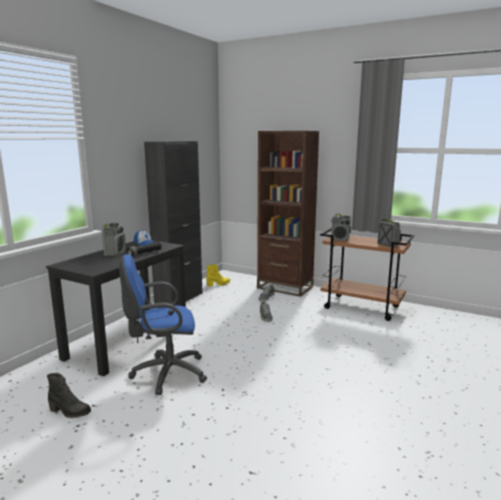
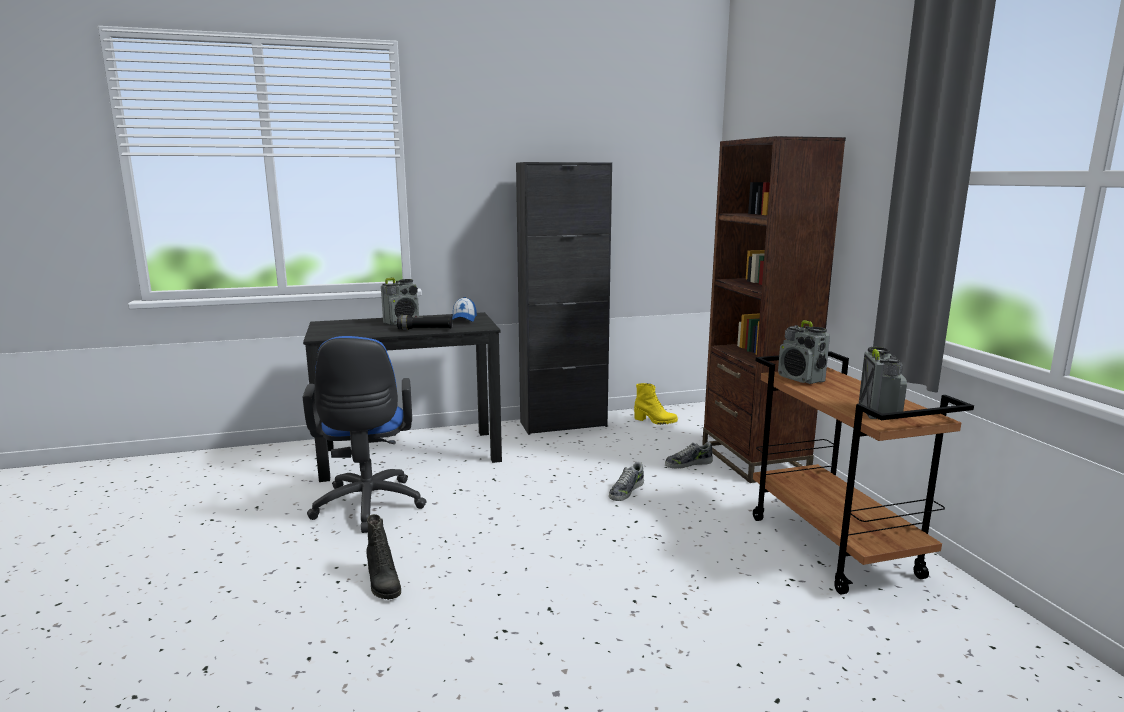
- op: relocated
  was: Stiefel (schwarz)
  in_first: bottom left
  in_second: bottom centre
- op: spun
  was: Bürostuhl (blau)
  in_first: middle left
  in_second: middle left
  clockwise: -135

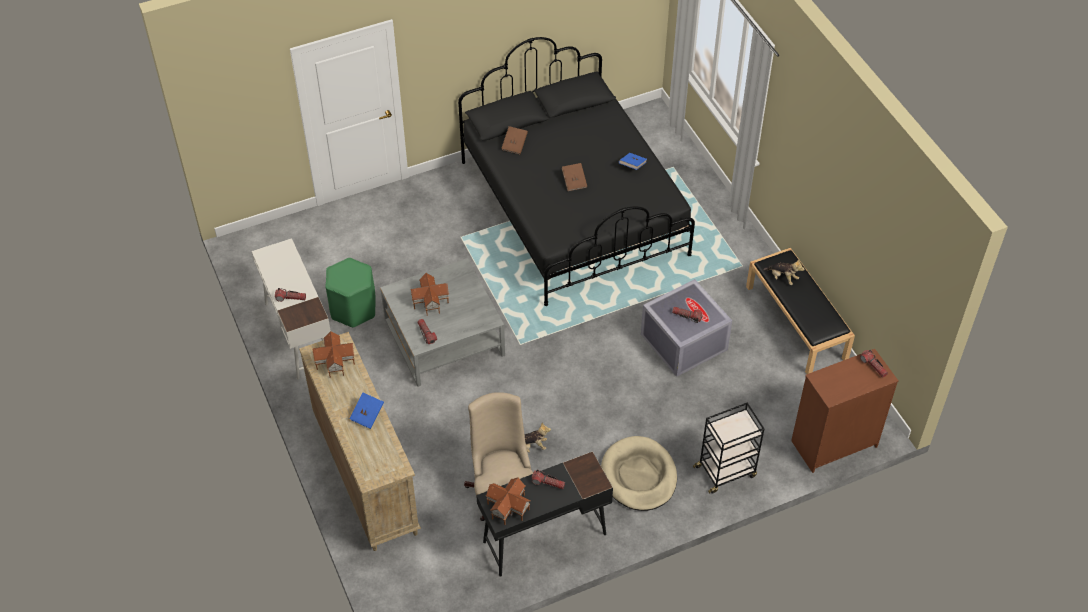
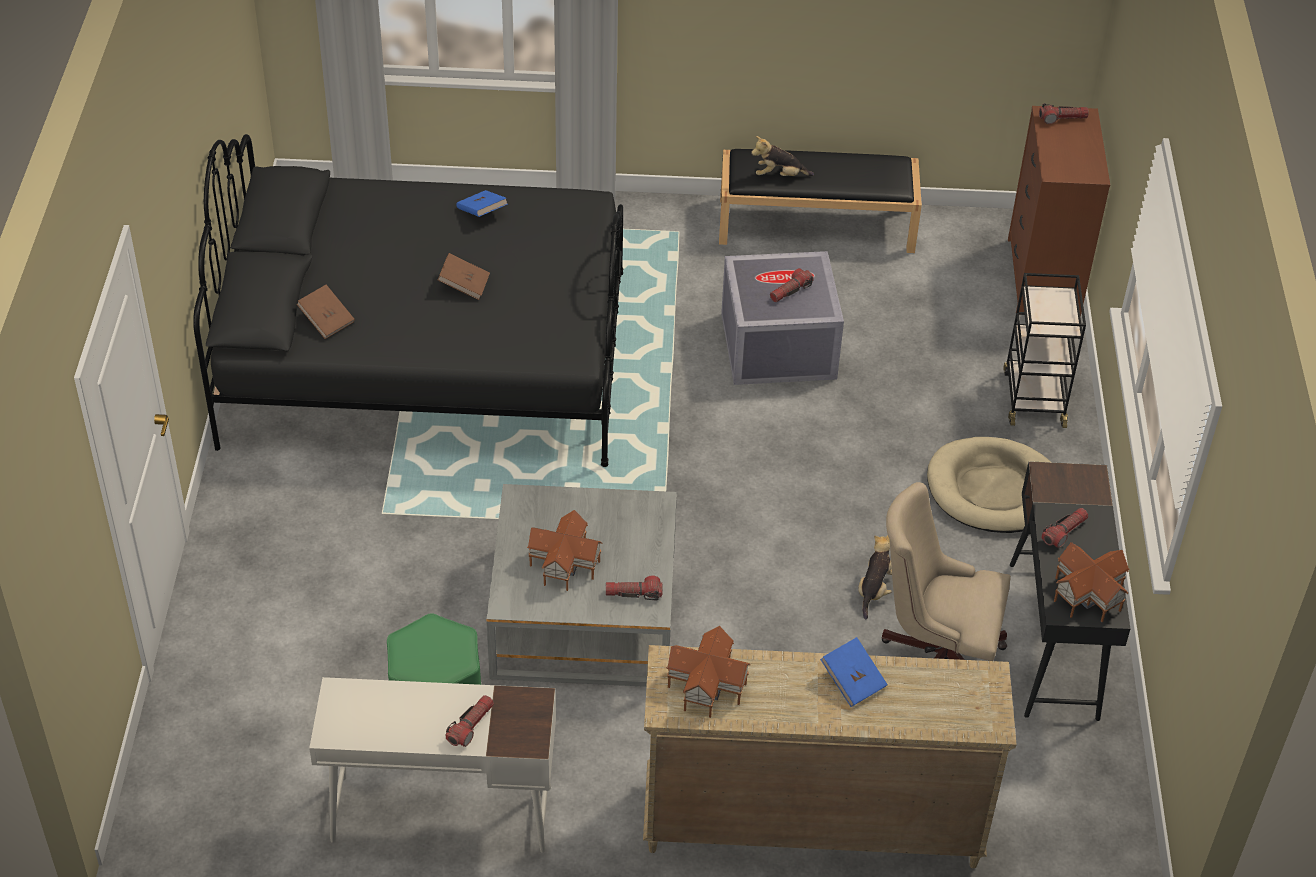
- op: spun
  was: Plüschtier (no. 2 from left in the first image)
  in_first: middle right
  in_second: top centre
  clockwise: -150

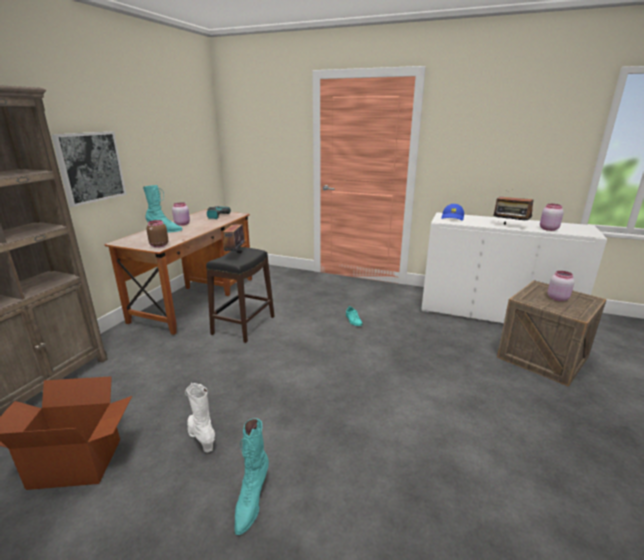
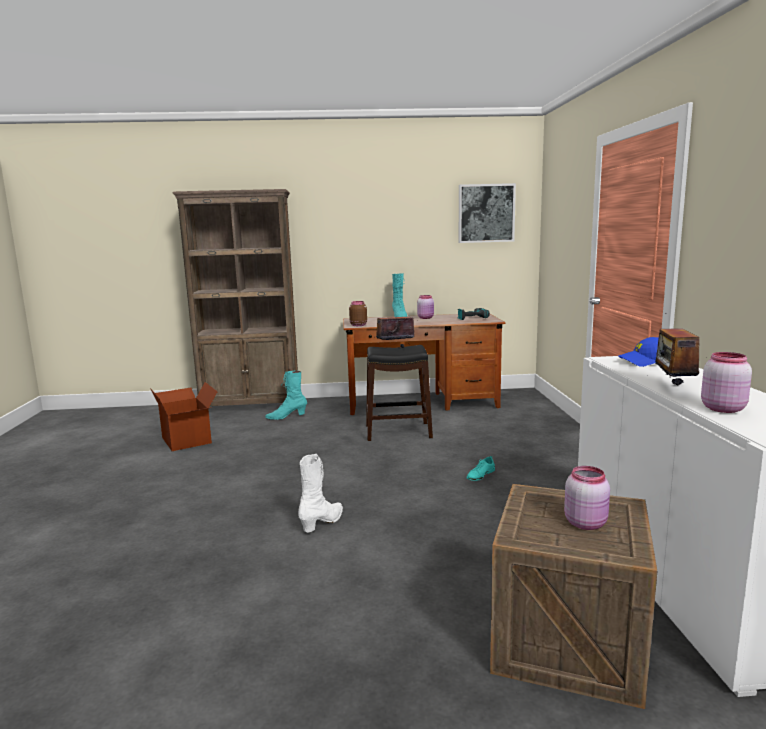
- op: relocated
  was: Bild
  in_first: top left
  in_second: top centre
- op: relocated
  was: Stiefel (weiß)
  in_first: bottom left
  in_second: bottom centre
- op: relocated
  was: Stiefel (türkis) (no. 2 from left in the first image)
  now: Stiefel (türkis) (no. 1 from left)
  in_first: bottom centre
  in_second: centre

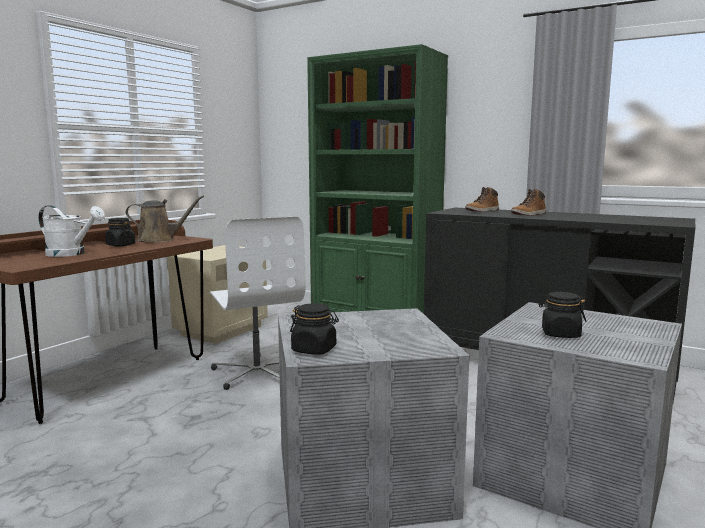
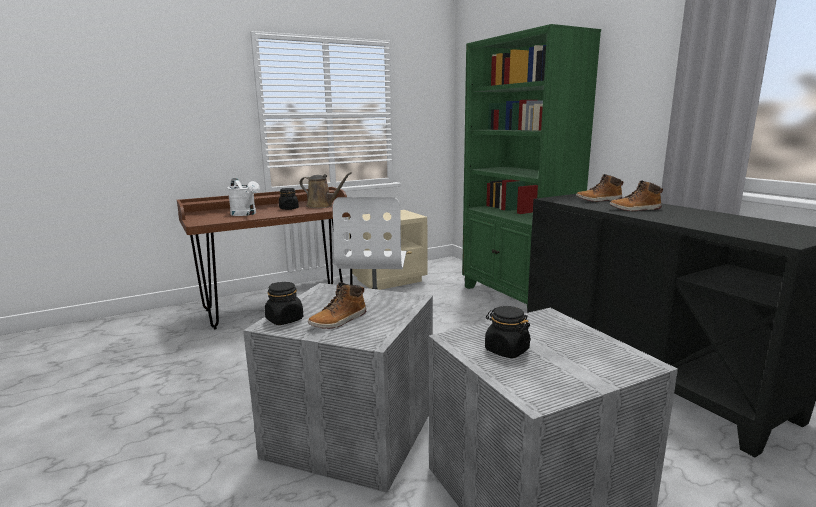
- op: appeared
  now: Stiefel (no. 1 from left)
  in_second: centre

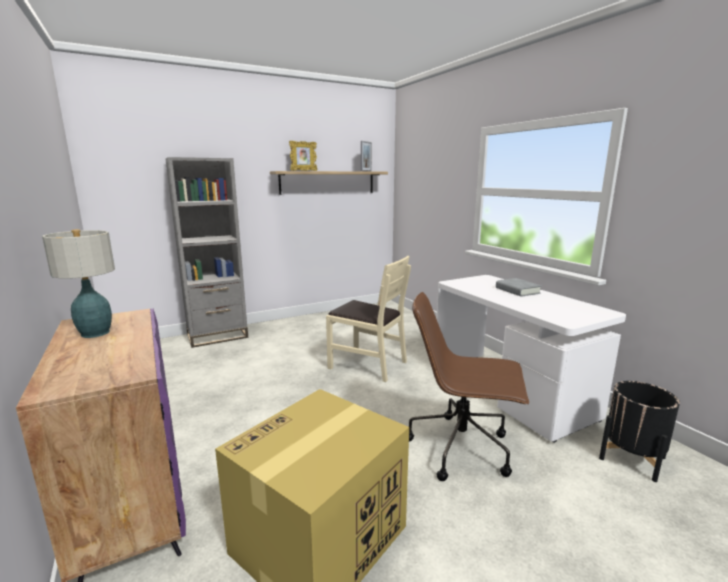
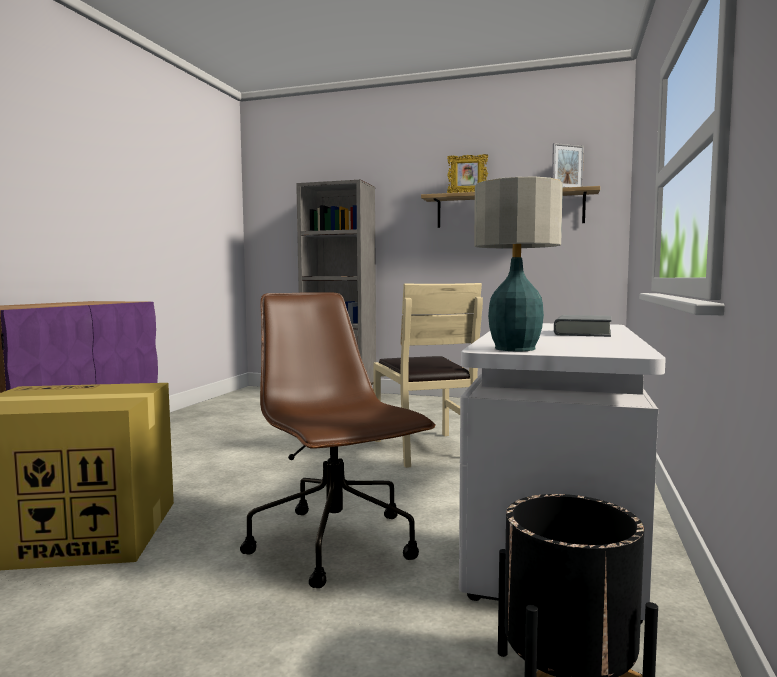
- op: relocated
  was: Tischlampe
  in_first: middle left
  in_second: middle right

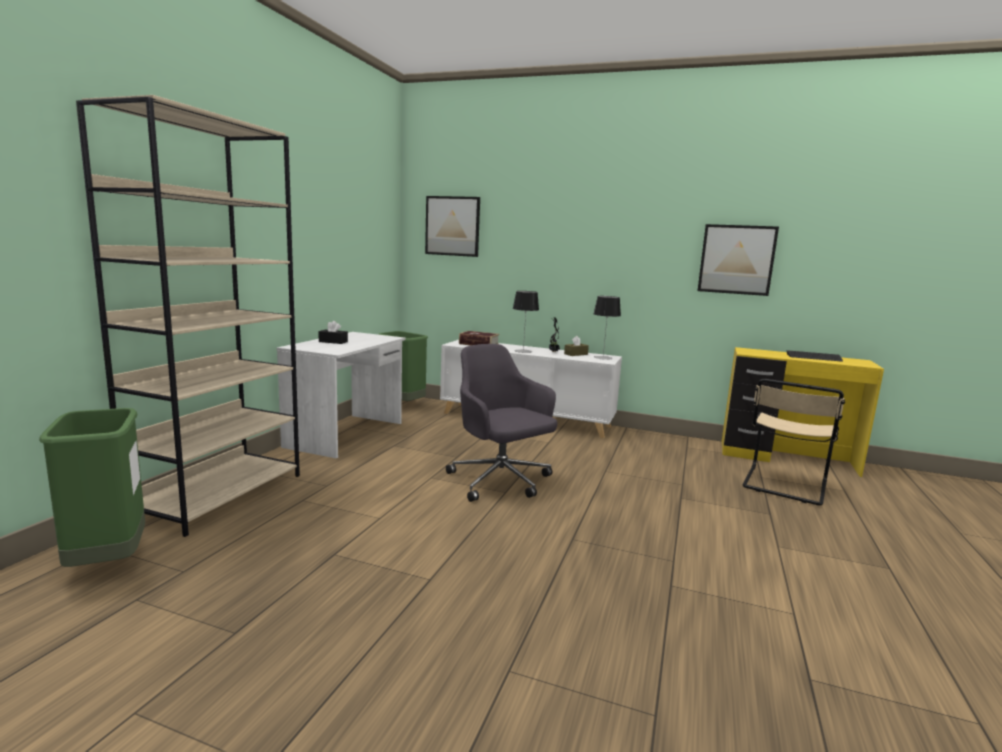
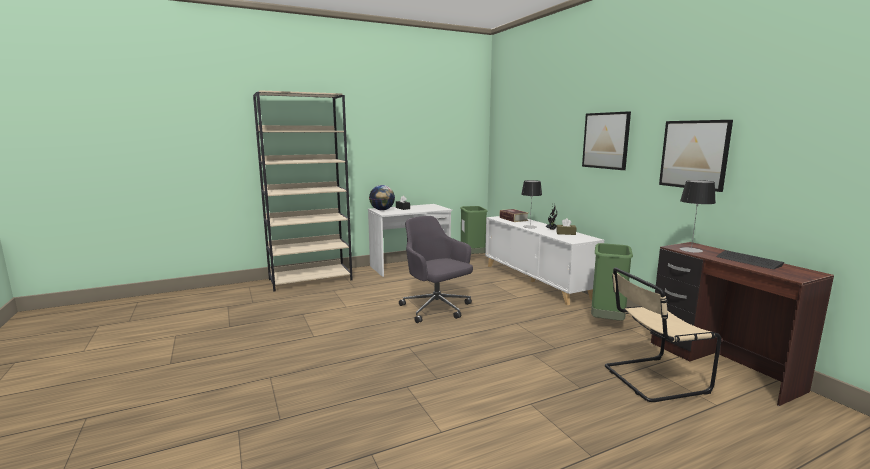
- op: appeared
  now: Globus
  in_second: centre
- op: relocated
  was: Mülleimer (grün) (no. 1 from left in the first image)
  now: Mülleimer (grün) (no. 2 from left)
  in_first: middle left
  in_second: middle right
- op: relocated
  was: Bild (no. 1 from left)
  in_first: top centre
  in_second: top right
- op: relocated
  was: Tischlampe (no. 2 from left)
  in_first: centre
  in_second: middle right
- op: colour
  was: Schreibtisch (gelb)
  now: Schreibtisch (braun)
  in_first: middle right
  in_second: bottom right
- op: spun
  was: Bürostuhl (grau)
  in_first: centre
  in_second: centre
  clockwise: -45

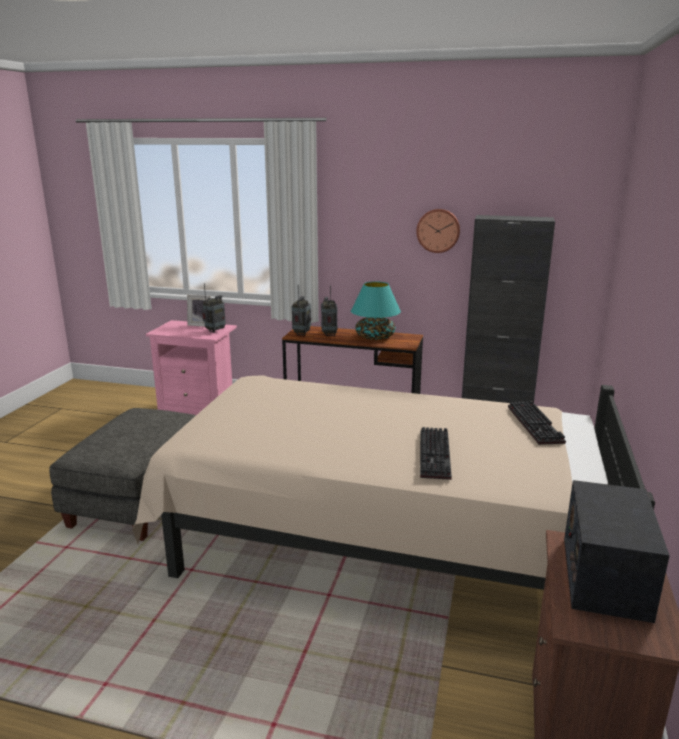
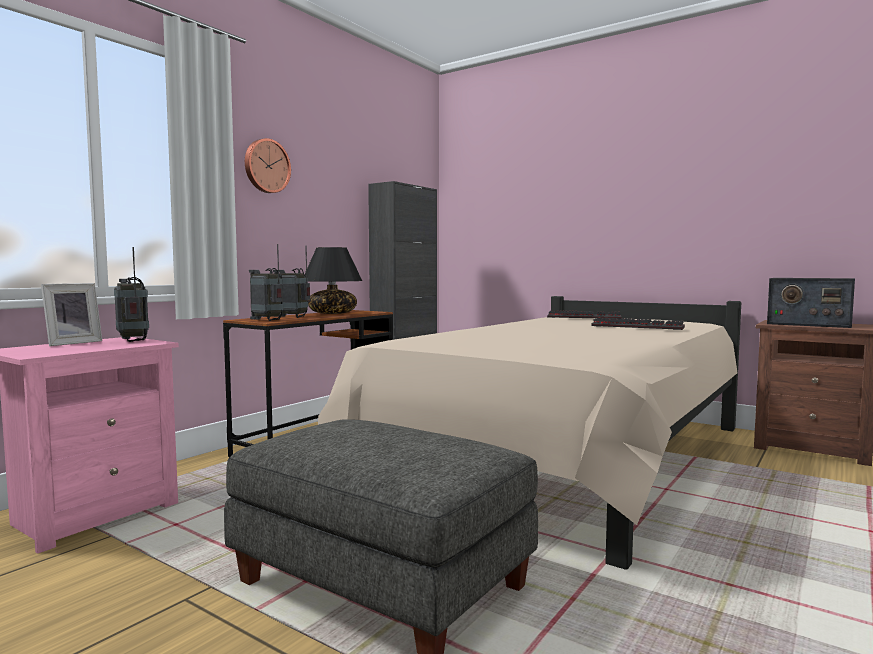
- op: relocated
  was: Wanduhr
  in_first: top centre
  in_second: top left
- op: colour
  was: Tischlampe (türkis)
  now: Tischlampe (schwarz)
  in_first: centre
  in_second: centre

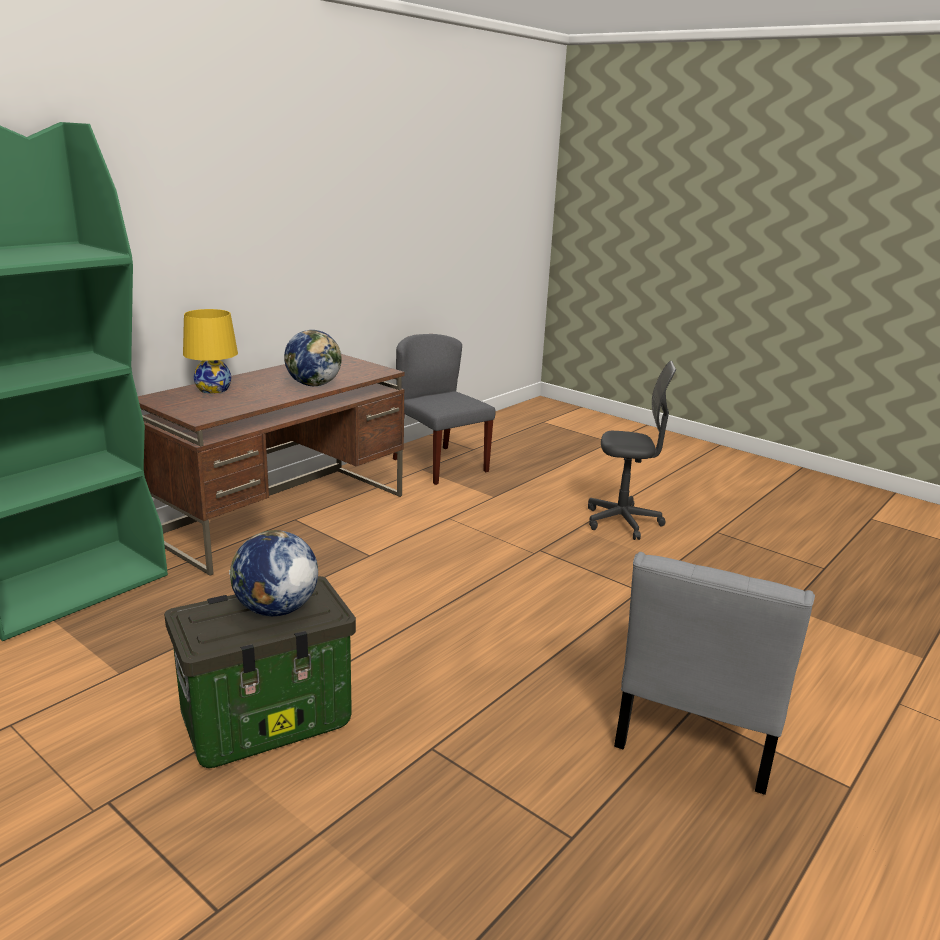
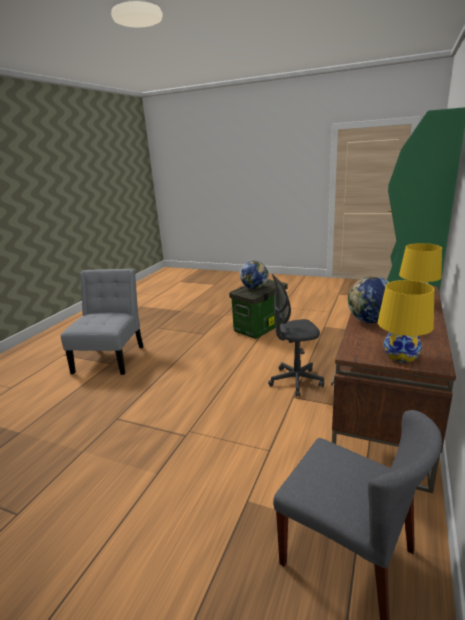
- op: appeared
  now: Tischlampe (gelb) (no. 1 from left)
  in_second: middle right
- op: relocated
  was: Bürostuhl (grau)
  in_first: middle right
  in_second: centre

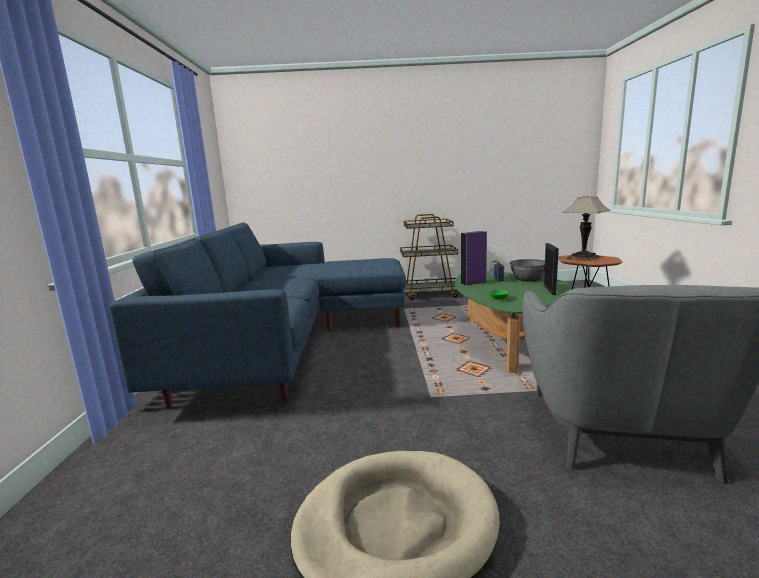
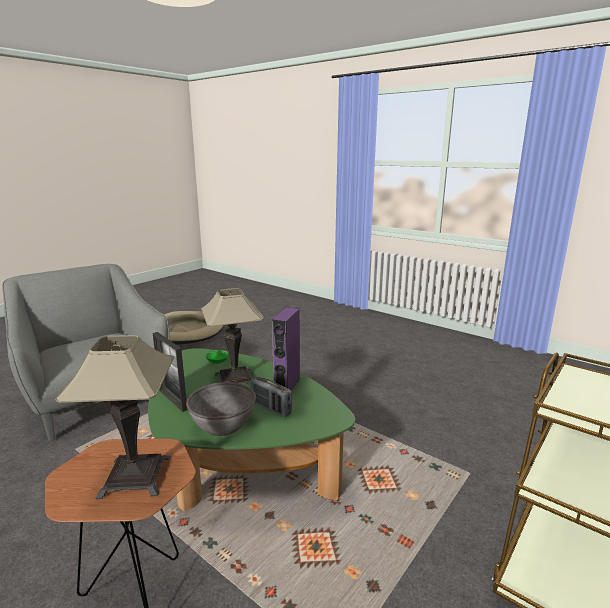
- op: missing
  was: Sofa (blau)
  in_first: centre
- op: appeared
  now: Tischlampe (no. 2 from left)
  in_second: centre

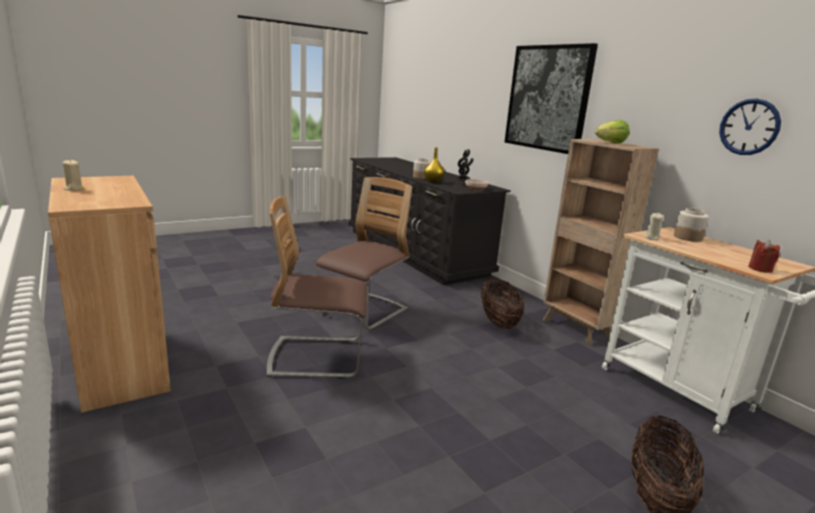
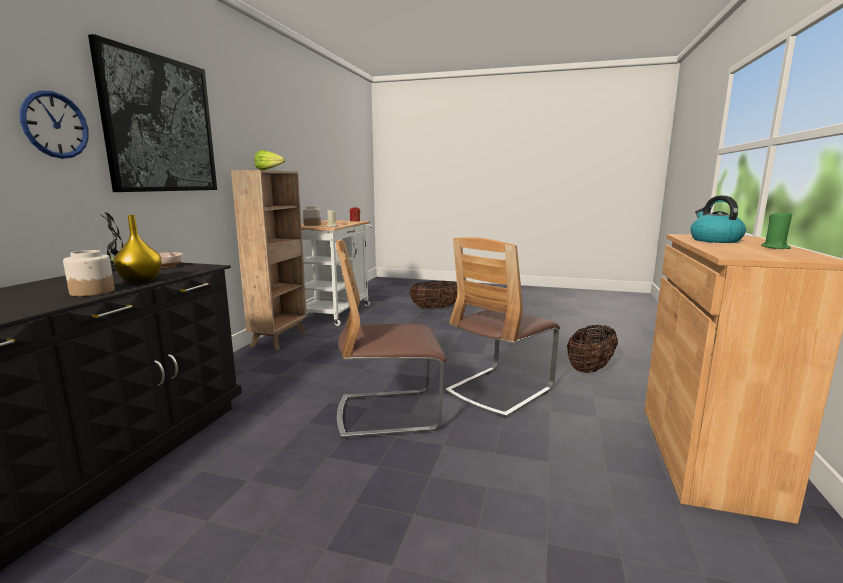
- op: appeared
  now: Wasserkessel
  in_second: middle right
- op: relocated
  was: Korb (no. 1 from left in the first image)
  now: Korb (no. 2 from left)
  in_first: centre
  in_second: middle right
- op: relocated
  was: Wanduhr
  in_first: top right
  in_second: top left
- op: colour
  was: Kerze (beige) (no. 1 from left)
  now: Kerze (grün)
  in_first: middle left
  in_second: middle right
- op: spun
  was: Stuhl (no. 1 from left in the first image)
  in_first: centre
  in_second: centre
  clockwise: 90

